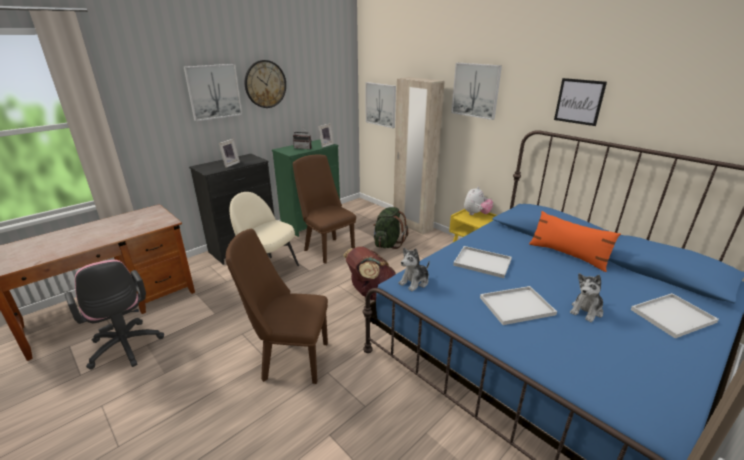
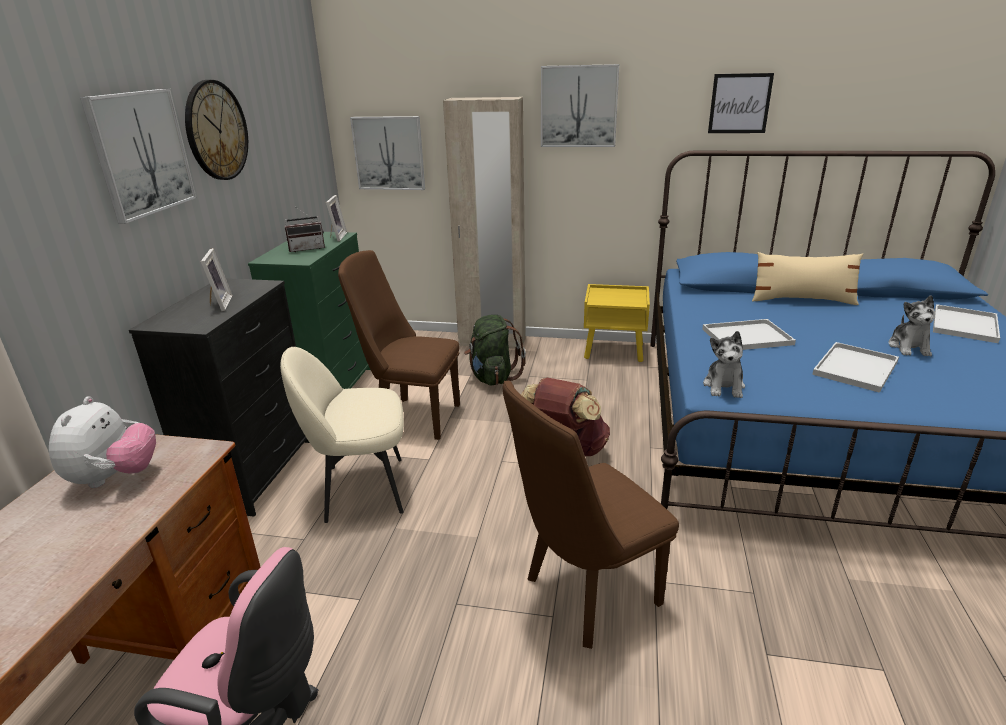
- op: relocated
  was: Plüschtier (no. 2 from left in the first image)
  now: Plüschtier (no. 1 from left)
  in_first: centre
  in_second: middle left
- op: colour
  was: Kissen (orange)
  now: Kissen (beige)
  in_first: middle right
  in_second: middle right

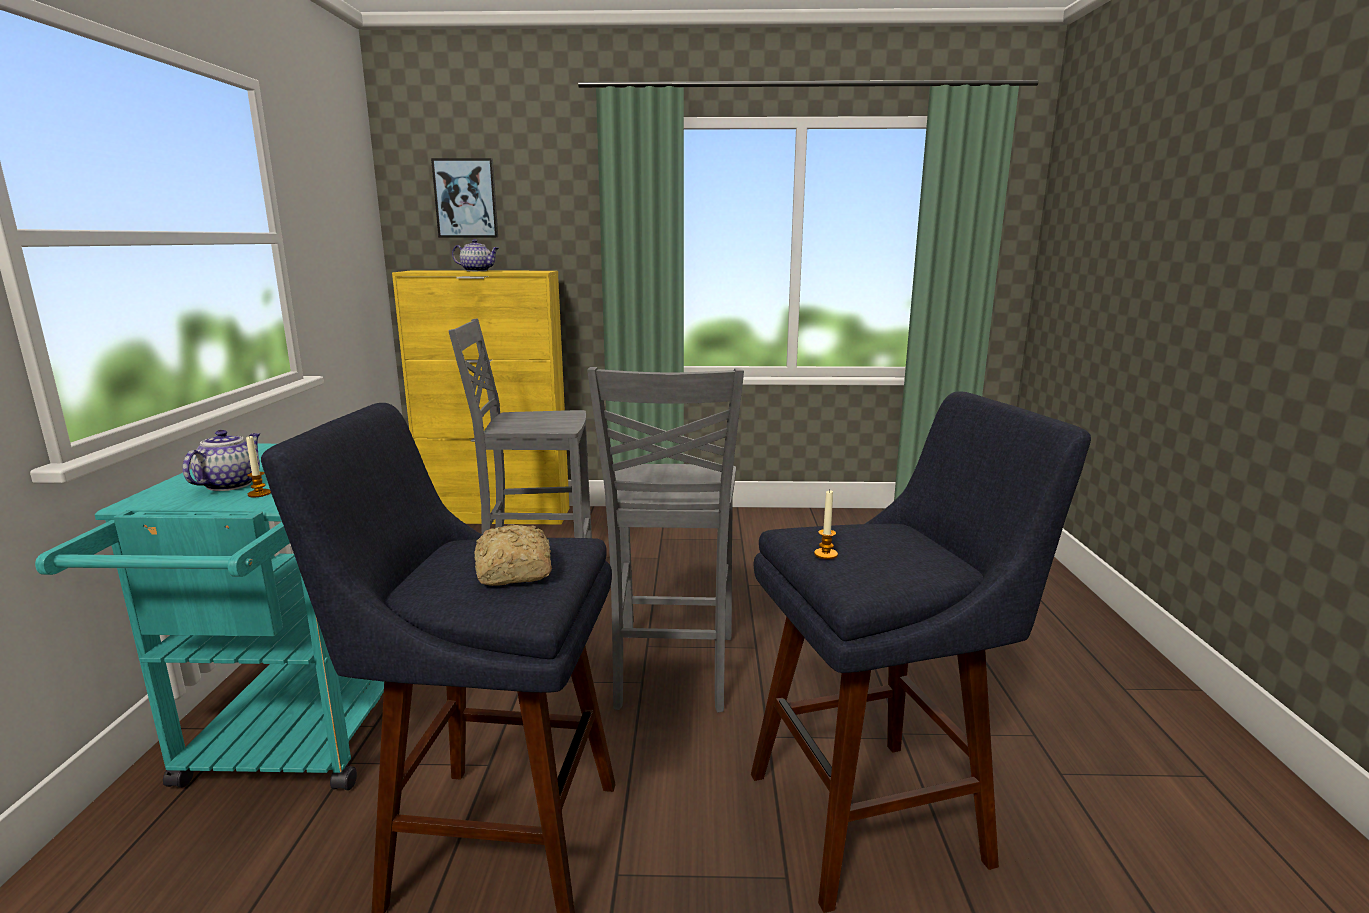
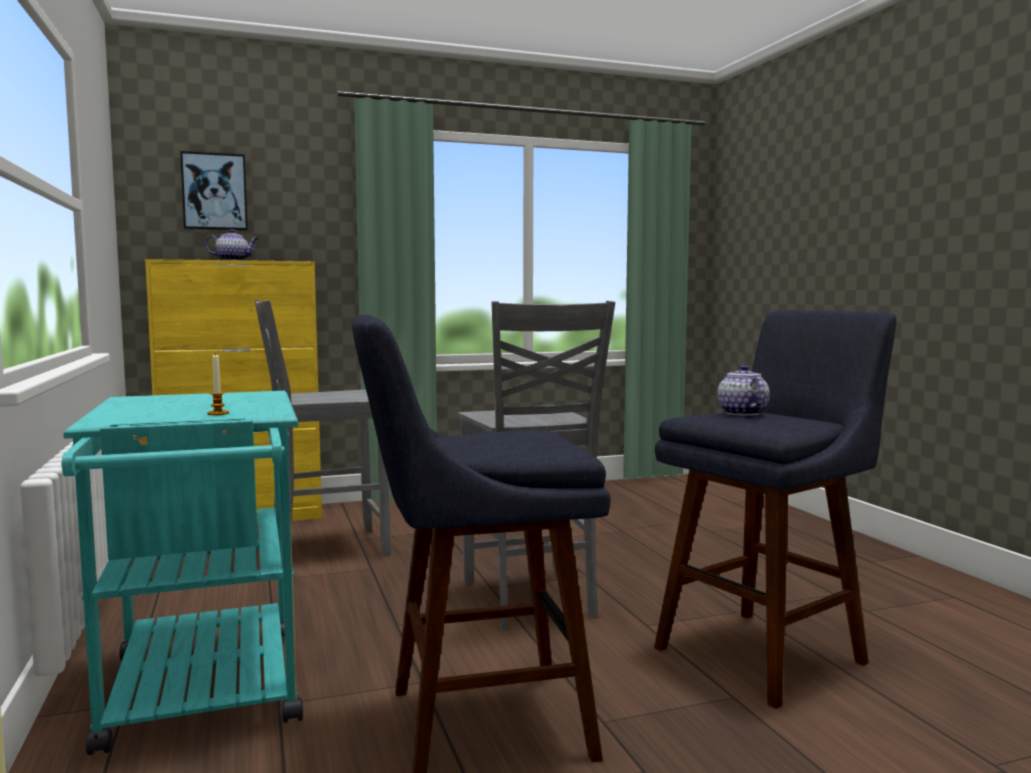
- op: missing
  was: Brot
  in_first: centre
- op: missing
  was: Kerze (no. 2 from left)
  in_first: centre
- op: relocated
  was: Teekanne (no. 1 from left in the first image)
  now: Teekanne (no. 2 from left)
  in_first: middle left
  in_second: middle right

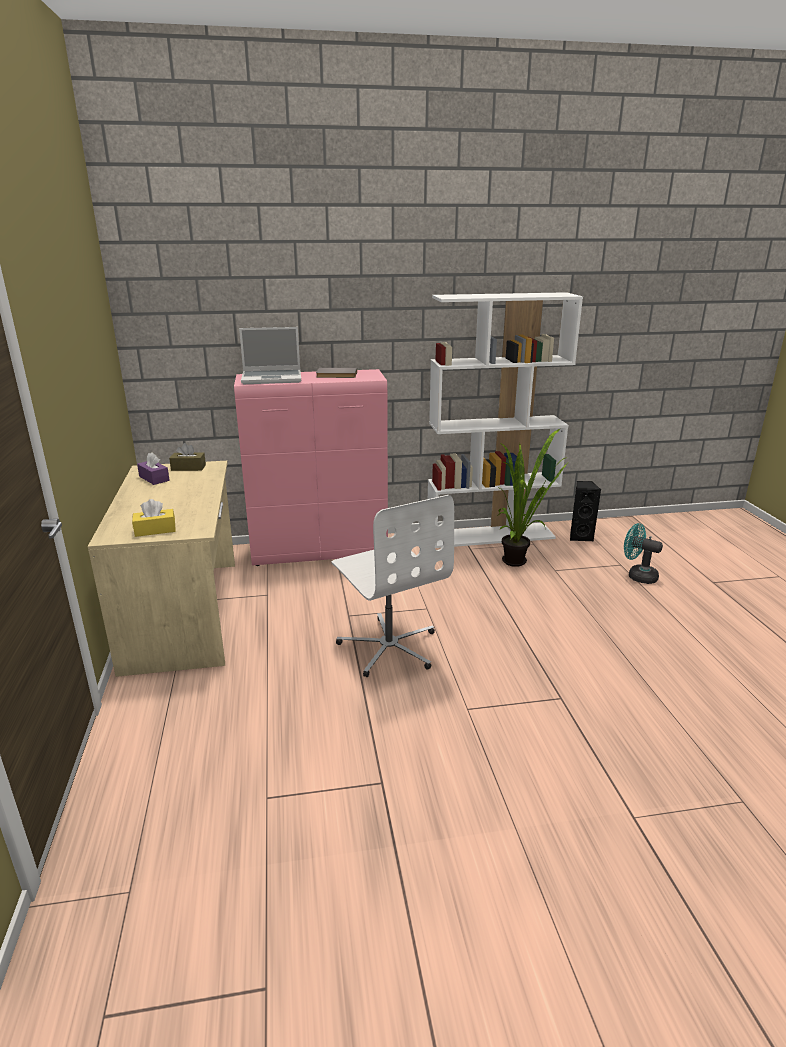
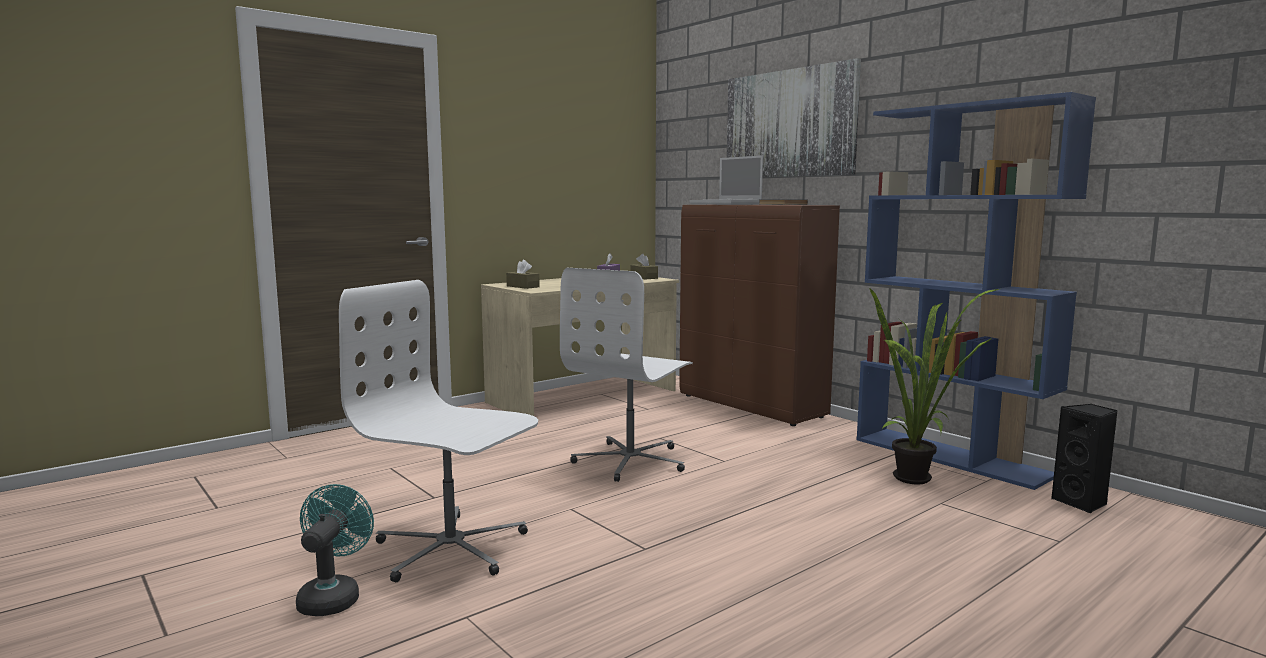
- op: appeared
  now: Bürostuhl (weiß) (no. 1 from left)
  in_second: centre
- op: appeared
  now: Bild
  in_second: top centre
- op: relocated
  was: Ventilator (türkis)
  in_first: middle right
  in_second: bottom left
- op: colour
  was: Taschentuchbox (gelb)
  now: Taschentuchbox (braun) (no. 1 from left)
  in_first: middle left
  in_second: centre
- op: colour
  was: Schrank (rosa)
  now: Schrank (braun)
  in_first: centre
  in_second: centre
- op: colour
  was: Bücherregal (weiß)
  now: Bücherregal (blau)
  in_first: centre
  in_second: middle right

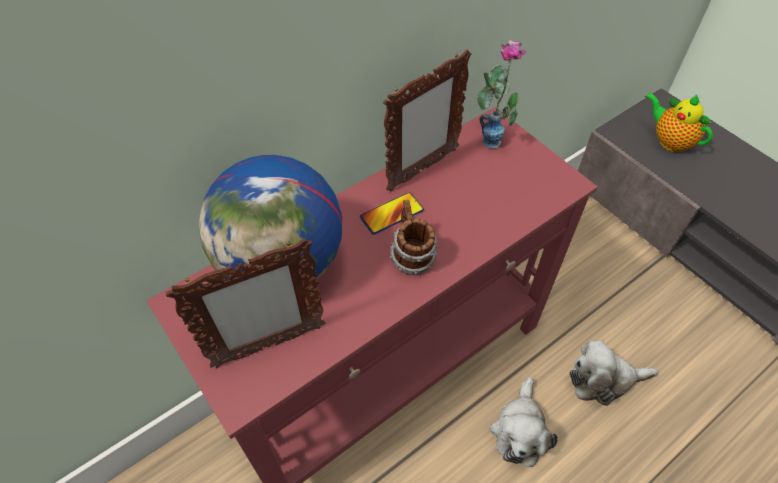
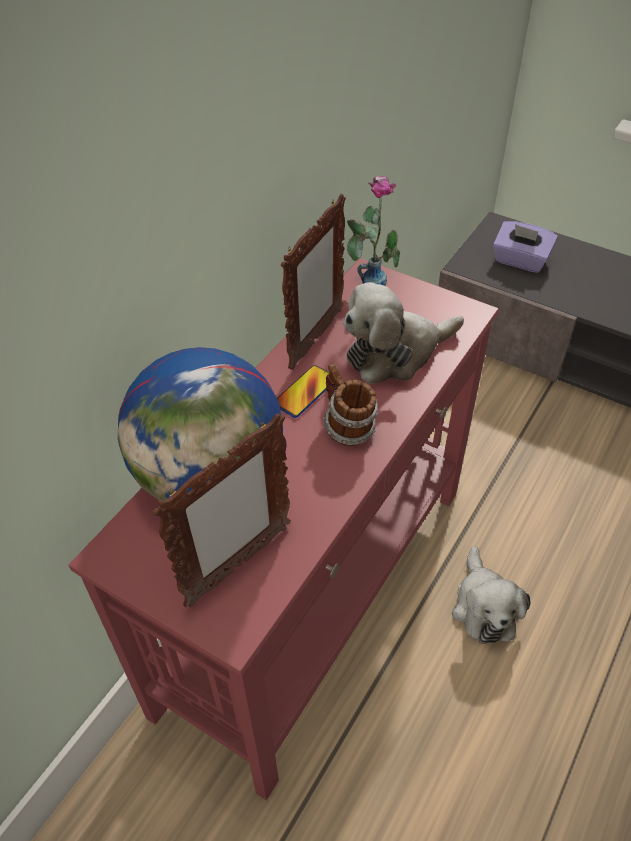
- op: relocated
  was: Plüschtier (no. 2 from left in the first image)
  now: Plüschtier (no. 1 from left)
  in_first: bottom right
  in_second: centre
- op: exchanged
  was: Teekanne
  now: Taschentuchbox (lila)
  in_first: top right
  in_second: top right

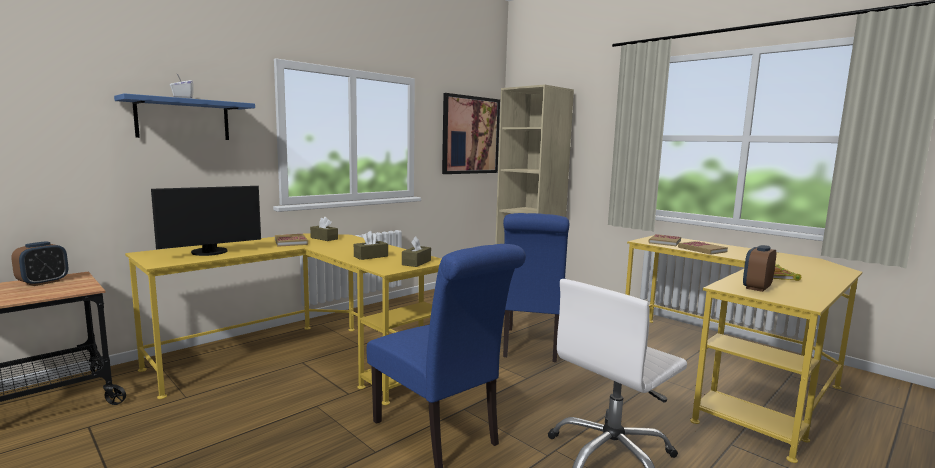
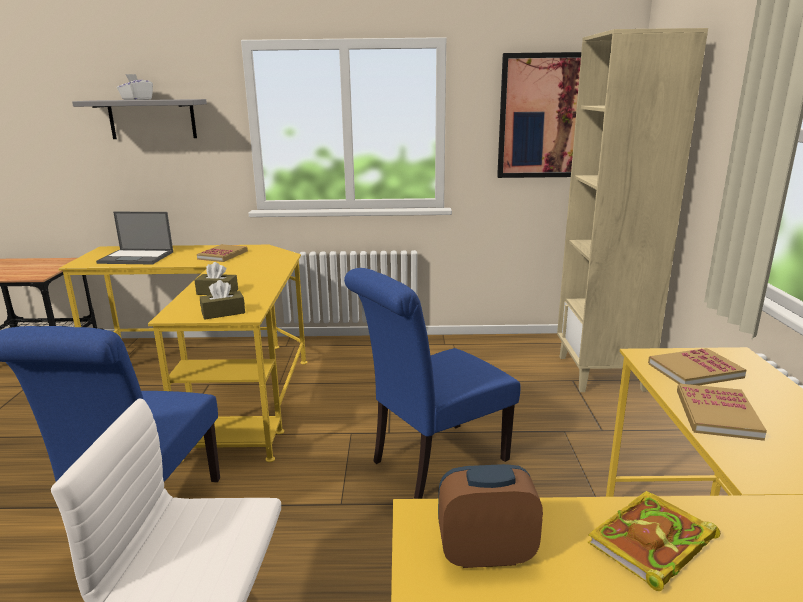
- op: missing
  was: Wecker (no. 1 from left)
  in_first: middle left
- op: missing
  was: Taschentuchbox (braun) (no. 1 from left)
  in_first: centre
- op: exchanged
  was: Monitor
  now: Laptop
  in_first: middle left
  in_second: middle left
- op: colour
  was: Wandregal (blau)
  now: Wandregal (grau)
  in_first: top left
  in_second: top left

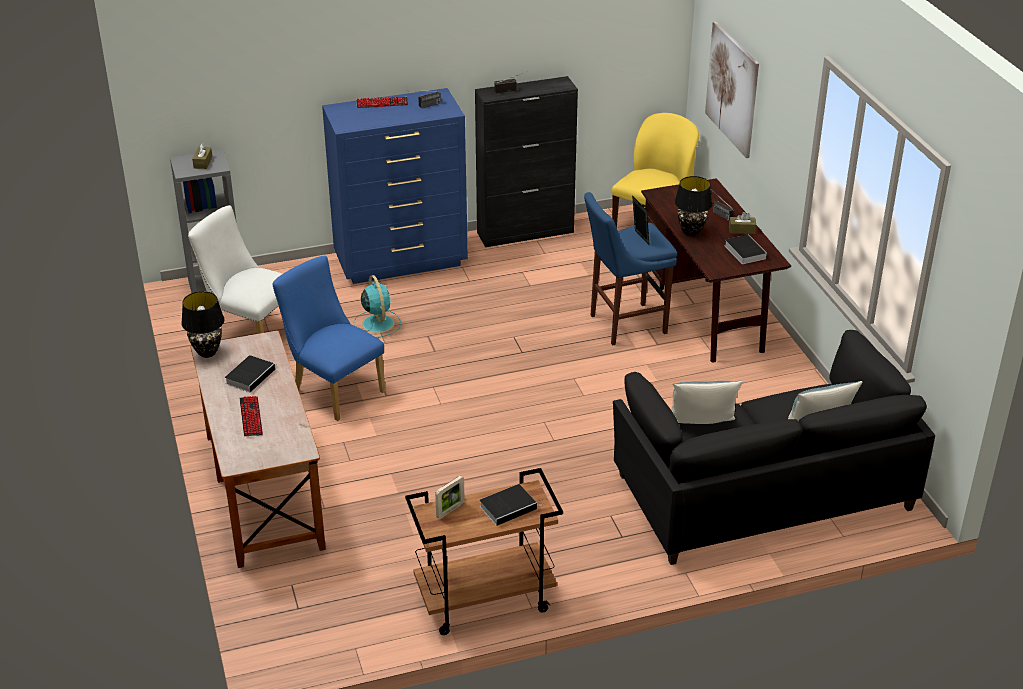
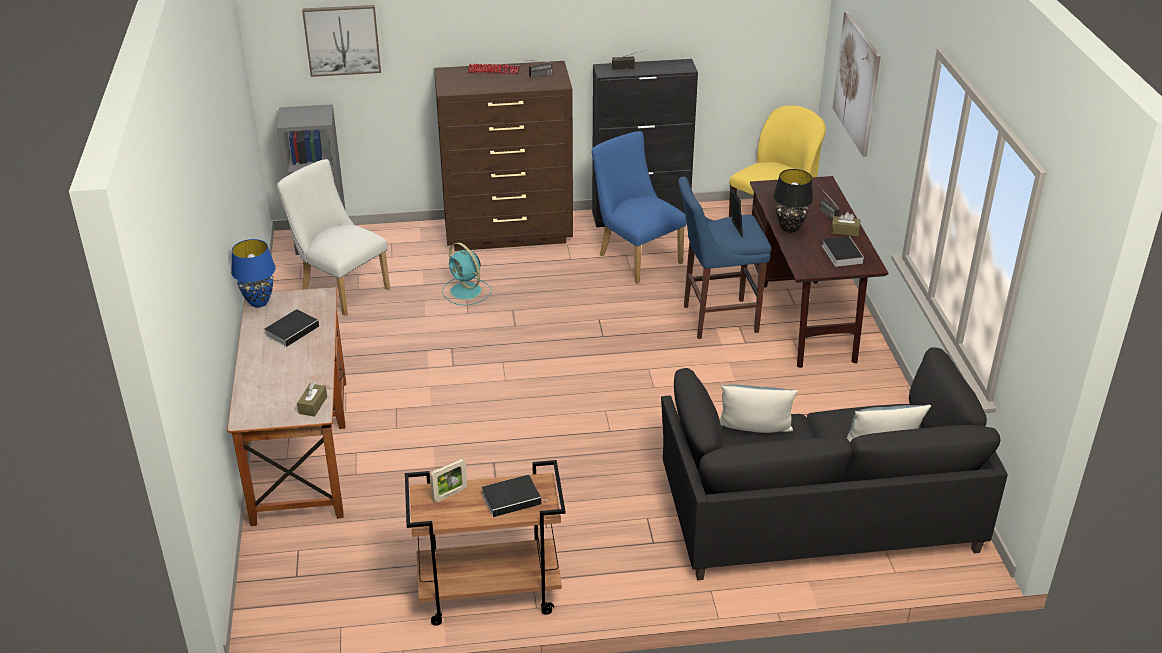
- op: missing
  was: Tastatur (no. 1 from left)
  in_first: middle left
- op: appeared
  now: Bild (no. 1 from left)
  in_second: top left
- op: relocated
  was: Taschentuchbox (braun) (no. 1 from left)
  in_first: top left
  in_second: middle left
- op: relocated
  was: Stuhl (blau)
  in_first: middle left
  in_second: top centre
- op: colour
  was: Tischlampe (schwarz) (no. 1 from left)
  now: Tischlampe (blau)
  in_first: middle left
  in_second: middle left
- op: colour
  was: Kommode (blau)
  now: Kommode (braun)
  in_first: top centre
  in_second: top centre
- op: spun
  was: Ventilator (türkis)
  in_first: centre
  in_second: centre
  clockwise: 150

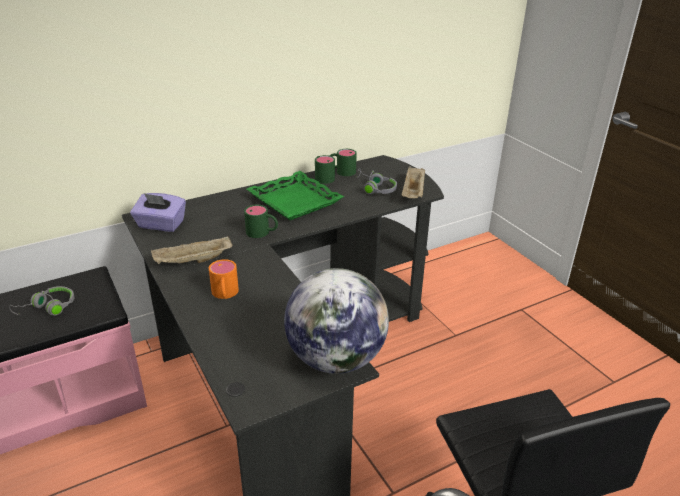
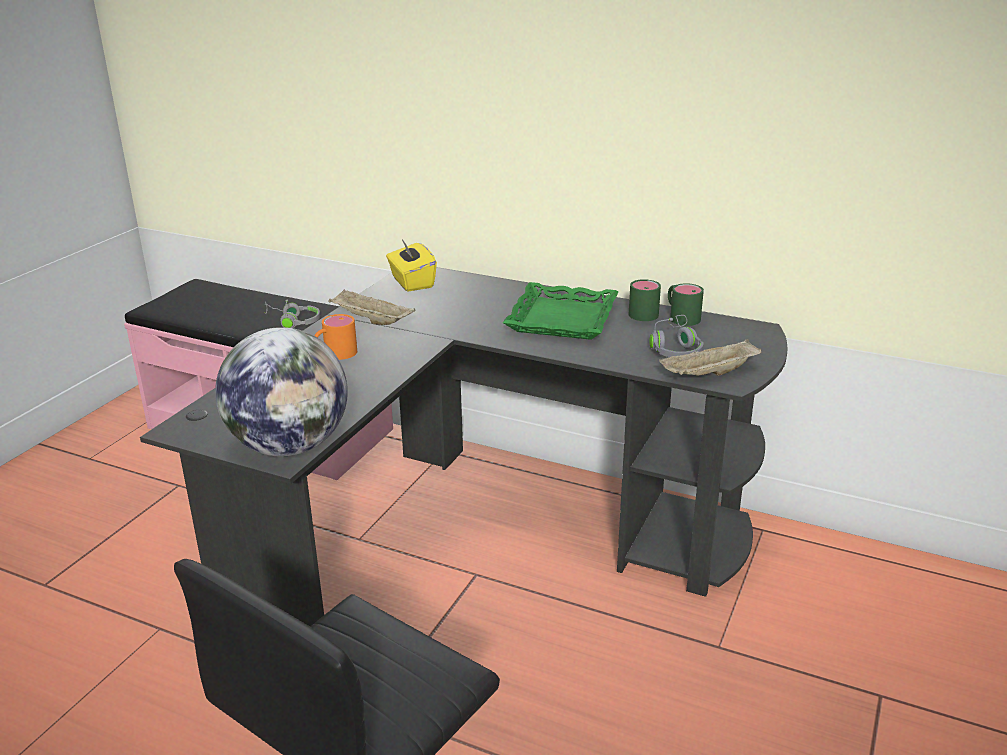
- op: missing
  was: Henkelbecher (grün) (no. 1 from left)
  in_first: centre
- op: colour
  was: Taschentuchbox (lila)
  now: Taschentuchbox (gelb)
  in_first: middle left
  in_second: centre

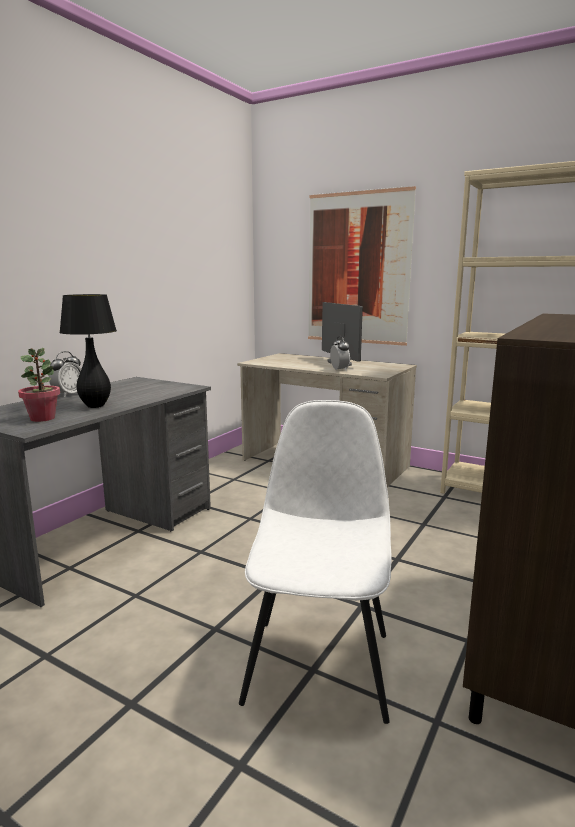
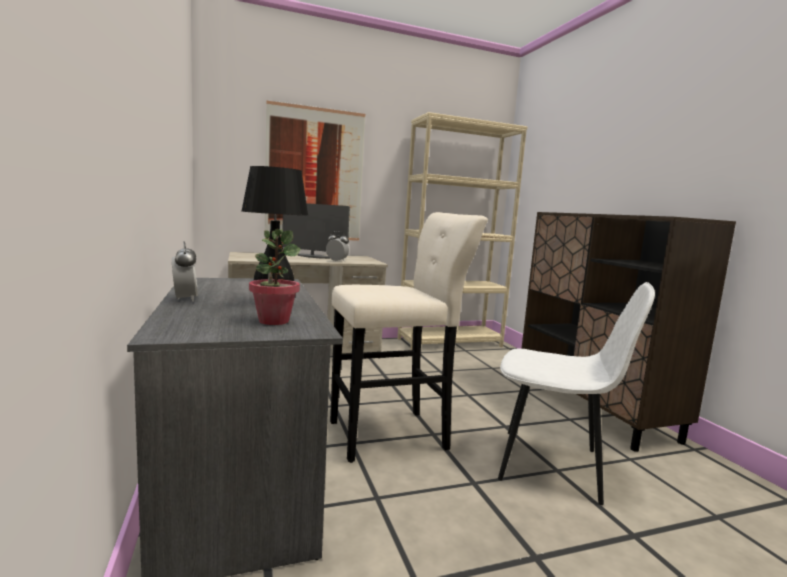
- op: appeared
  now: Hocker (beige)
  in_second: centre
- op: spun
  was: Stuhl (weiß)
  in_first: bottom centre
  in_second: bottom right
  clockwise: 150

